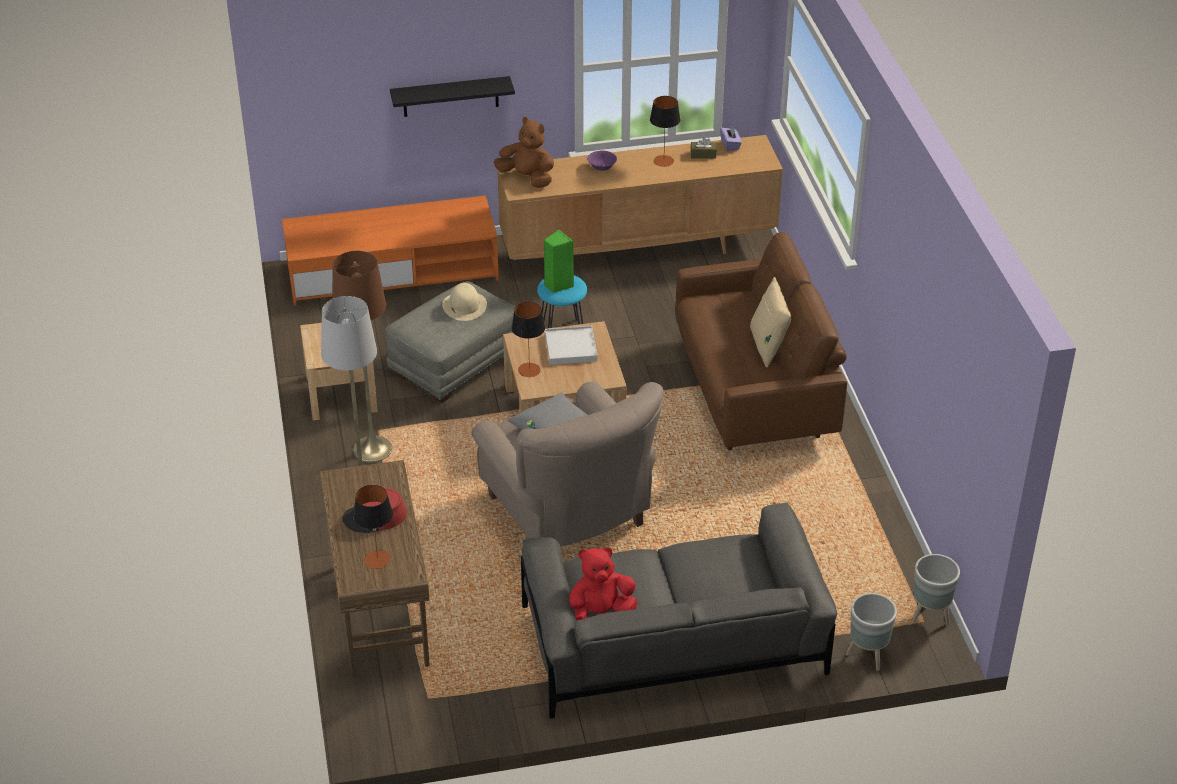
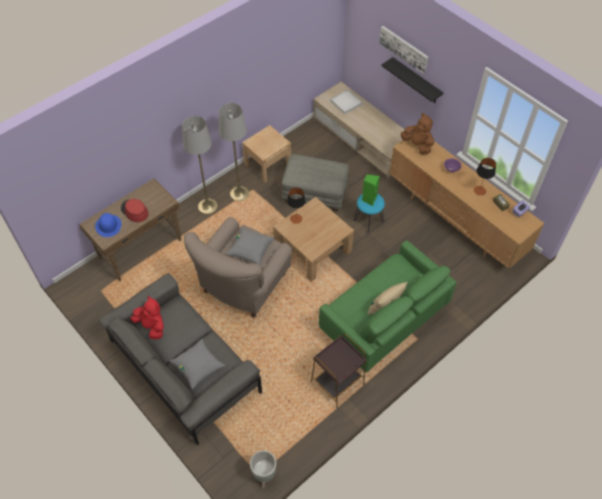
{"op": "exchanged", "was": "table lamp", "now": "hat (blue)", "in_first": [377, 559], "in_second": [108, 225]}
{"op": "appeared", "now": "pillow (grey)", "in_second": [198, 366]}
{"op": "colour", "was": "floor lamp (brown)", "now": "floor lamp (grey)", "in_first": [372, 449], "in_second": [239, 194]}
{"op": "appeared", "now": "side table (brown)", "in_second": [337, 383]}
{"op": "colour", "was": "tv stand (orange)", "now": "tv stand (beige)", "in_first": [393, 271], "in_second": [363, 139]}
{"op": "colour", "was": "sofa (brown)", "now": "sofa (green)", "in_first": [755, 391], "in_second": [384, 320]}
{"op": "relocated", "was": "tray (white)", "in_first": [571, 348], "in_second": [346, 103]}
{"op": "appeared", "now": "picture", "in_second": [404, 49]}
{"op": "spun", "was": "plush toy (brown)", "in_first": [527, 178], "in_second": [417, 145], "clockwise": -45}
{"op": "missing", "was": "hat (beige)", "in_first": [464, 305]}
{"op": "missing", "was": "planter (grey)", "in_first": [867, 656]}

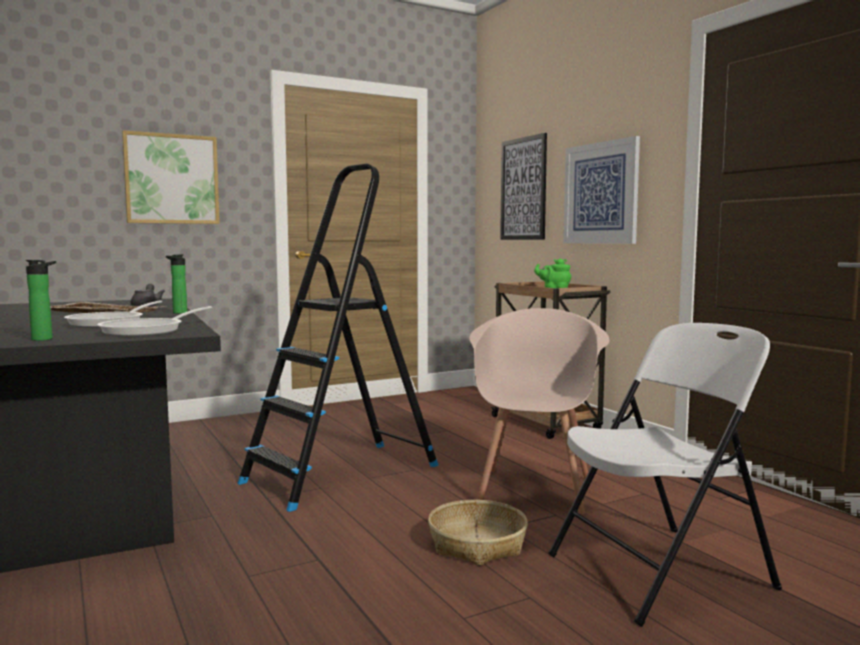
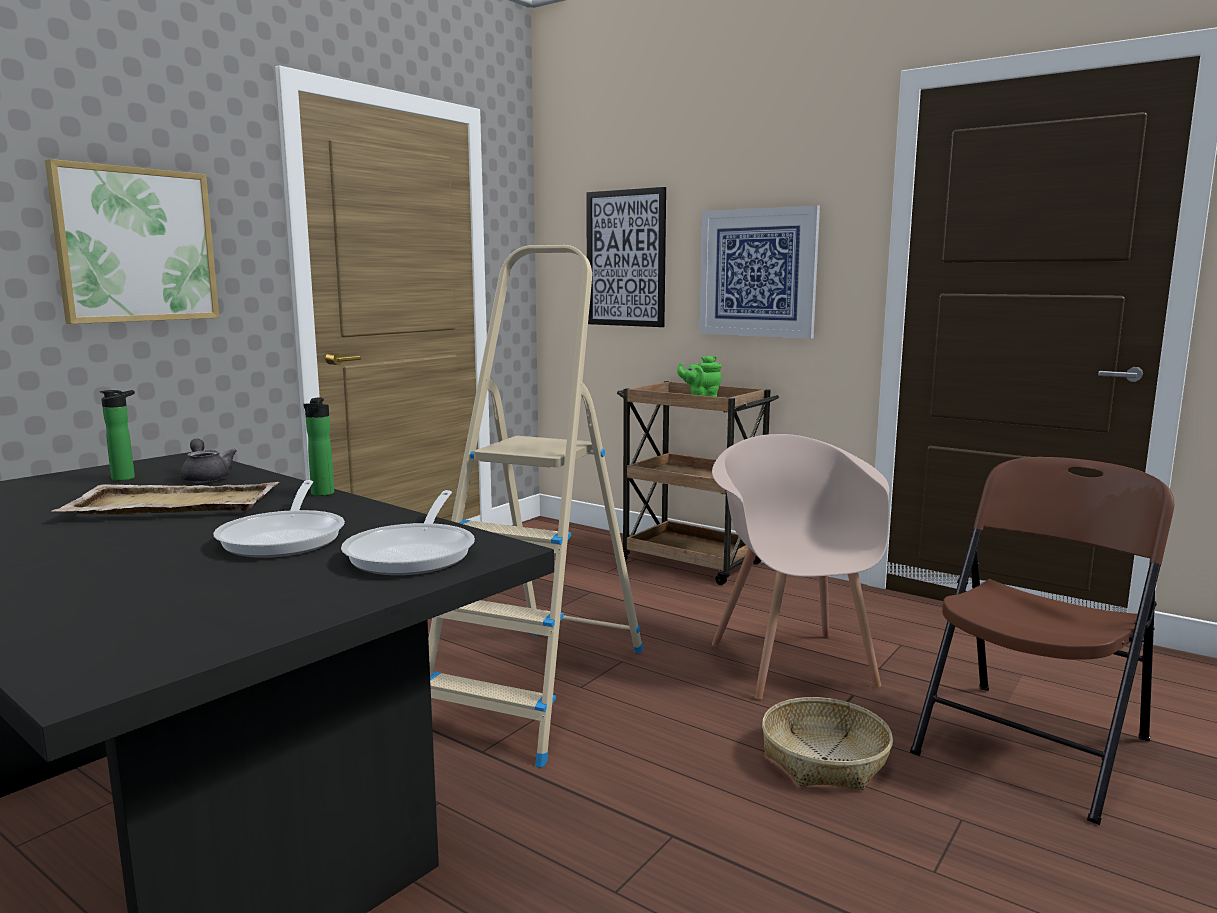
{"op": "relocated", "was": "bottle", "in_first": [45, 339], "in_second": [127, 478]}
{"op": "colour", "was": "step ladder (black)", "now": "step ladder (beige)", "in_first": [340, 474], "in_second": [537, 689]}
{"op": "colour", "was": "chair (white)", "now": "chair (brown)", "in_first": [659, 571], "in_second": [1032, 747]}

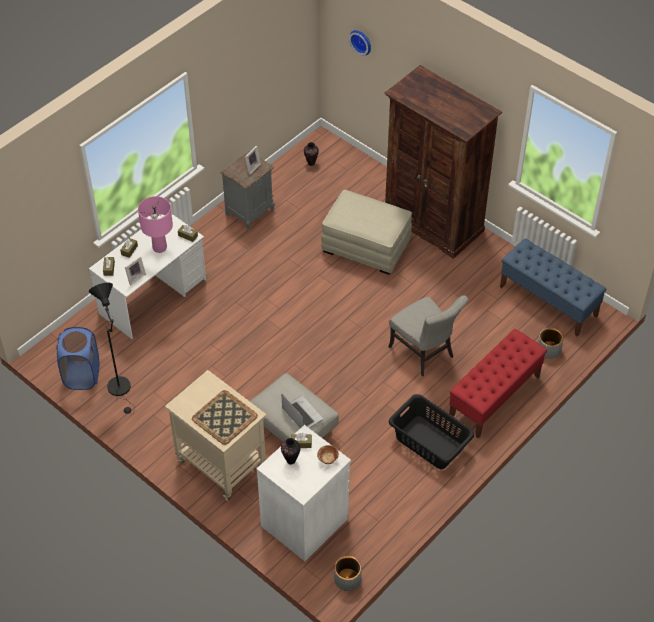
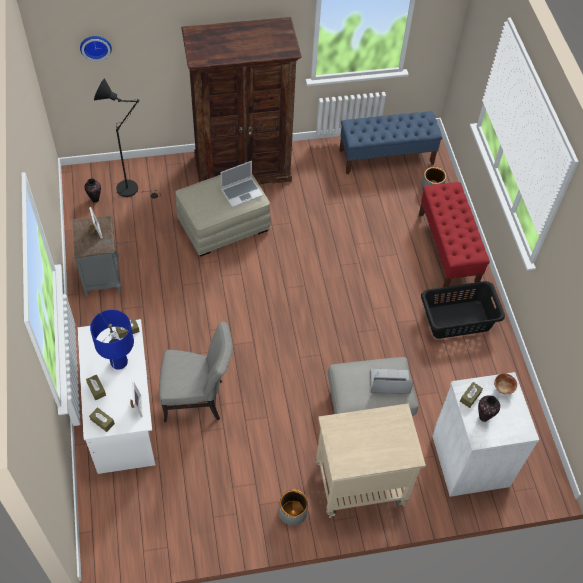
{"op": "colour", "was": "table lamp (pink)", "now": "table lamp (blue)", "in_first": [160, 247], "in_second": [119, 362]}
{"op": "relocated", "was": "floor lamp (black)", "in_first": [121, 390], "in_second": [131, 189]}
{"op": "relocated", "was": "chair (grey)", "in_first": [424, 353], "in_second": [198, 399]}
{"op": "appeared", "now": "laptop", "in_second": [242, 192]}
{"op": "relocated", "was": "planter (grey)", "in_first": [347, 579], "in_second": [292, 512]}
{"op": "missing", "was": "laundry basket (blue)", "in_first": [82, 375]}
{"op": "missing", "was": "tray", "in_first": [224, 417]}

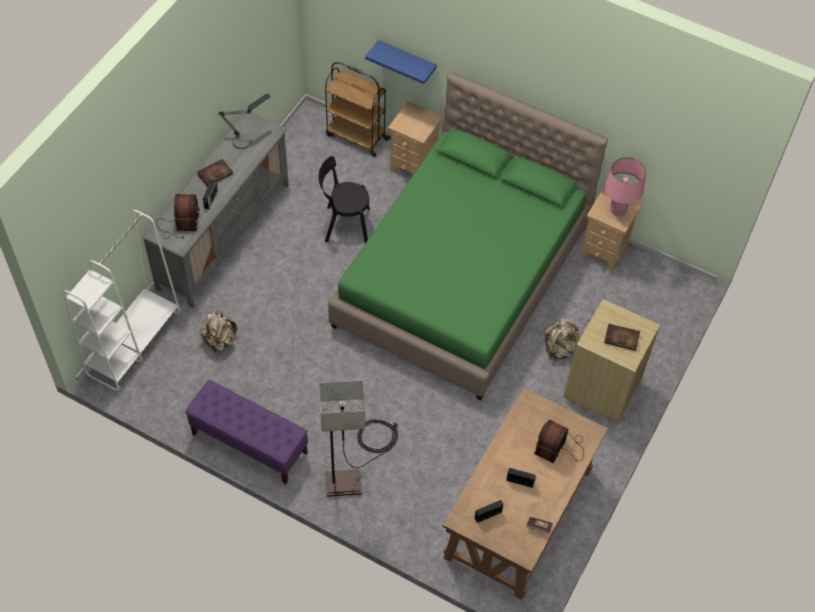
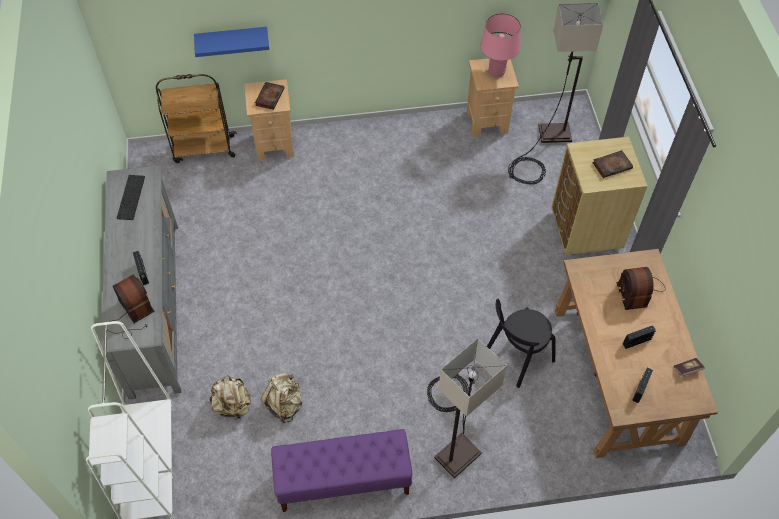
{"op": "exchanged", "was": "table lamp", "now": "keyboard", "in_first": [247, 139], "in_second": [130, 197]}
{"op": "relocated", "was": "book", "in_first": [215, 173], "in_second": [270, 96]}
{"op": "relocated", "was": "backpack (beige)", "in_first": [559, 348], "in_second": [285, 404]}
{"op": "relocated", "was": "chair (black)", "in_first": [344, 224], "in_second": [517, 357]}
{"op": "appeared", "now": "floor lamp", "in_second": [539, 153]}
{"op": "missing", "was": "bed (green)", "in_first": [462, 275]}

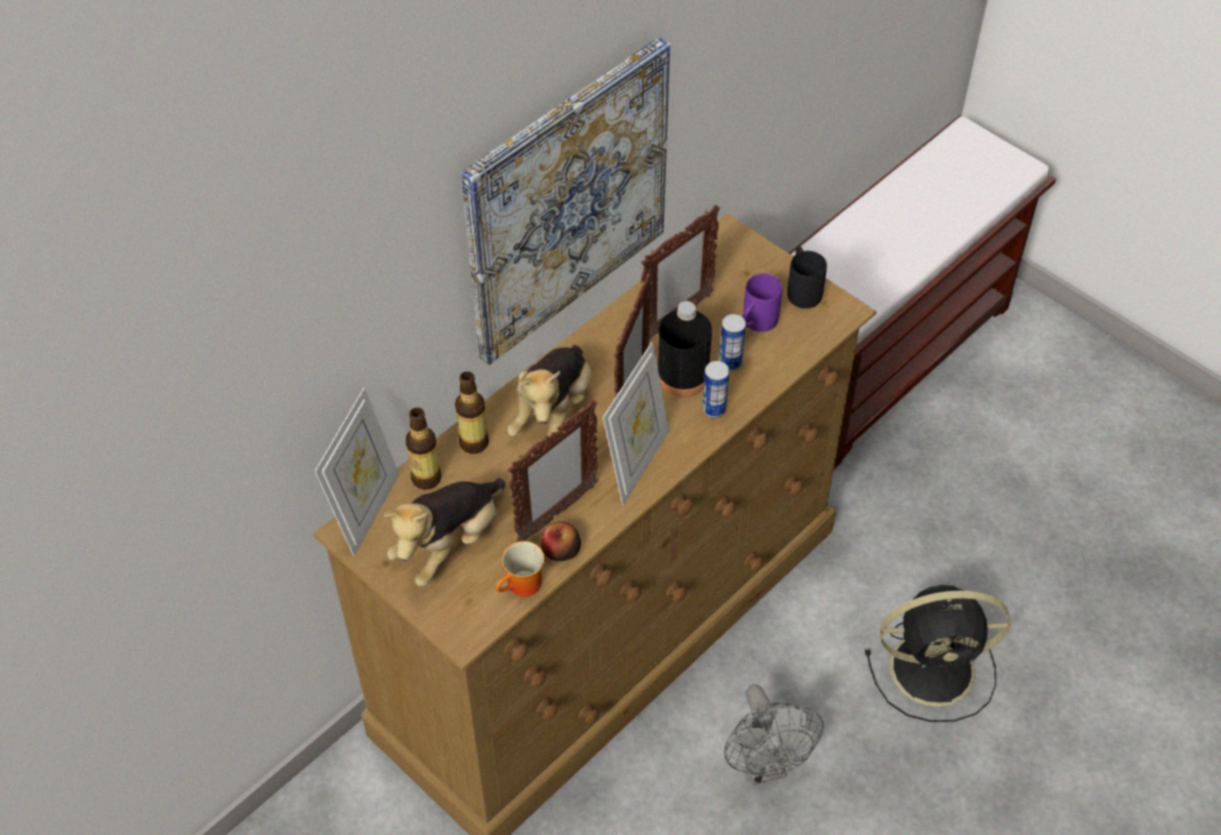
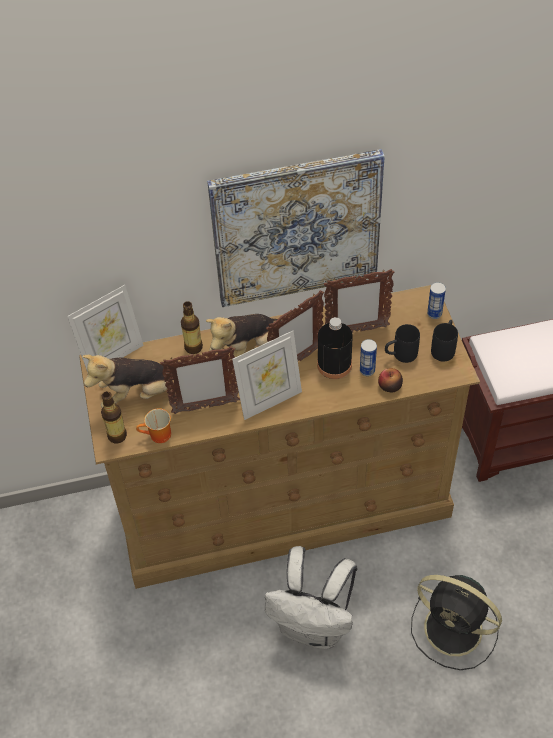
{"op": "relocated", "was": "bottle", "in_first": [426, 478], "in_second": [117, 436]}
{"op": "exchanged", "was": "fan (grey)", "now": "backpack (white)", "in_first": [765, 765], "in_second": [314, 627]}
{"op": "relocated", "was": "apple", "in_first": [560, 550], "in_second": [389, 386]}
{"op": "colour", "was": "mug (purple)", "now": "mug (black)", "in_first": [755, 324], "in_second": [400, 355]}
{"op": "relocated", "was": "can", "in_first": [713, 409], "in_second": [434, 313]}

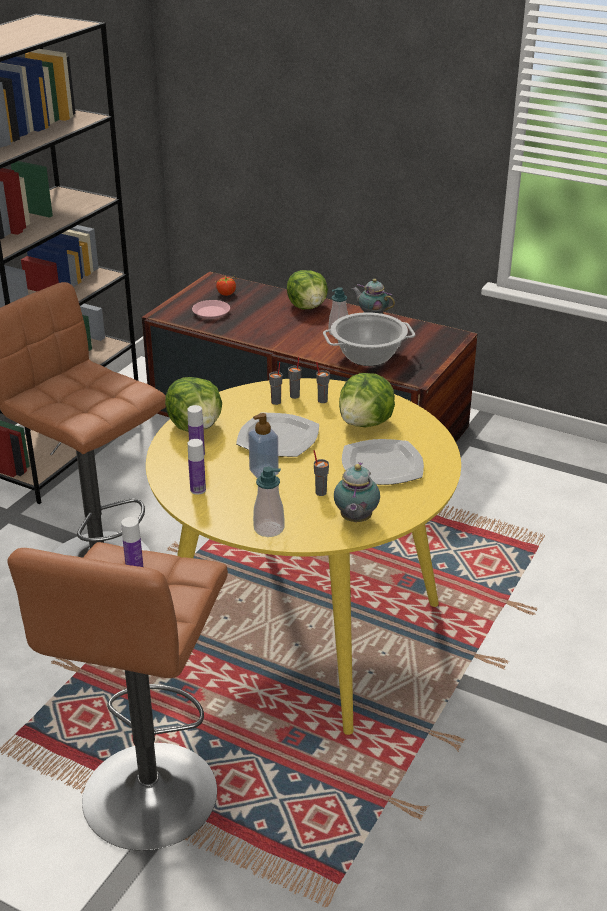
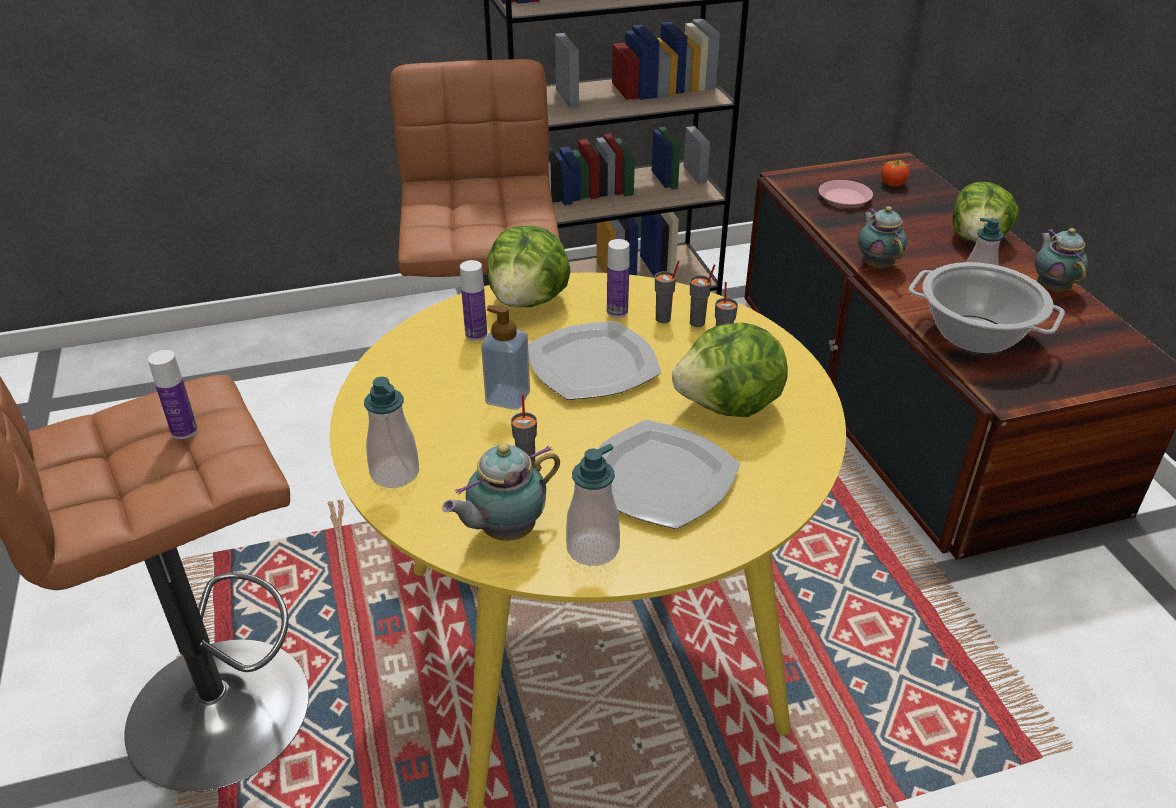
{"op": "appeared", "now": "soap dispenser", "in_second": [592, 548]}
{"op": "relocated", "was": "bottle", "in_first": [198, 490], "in_second": [617, 311]}
{"op": "appeared", "now": "teapot", "in_second": [876, 265]}

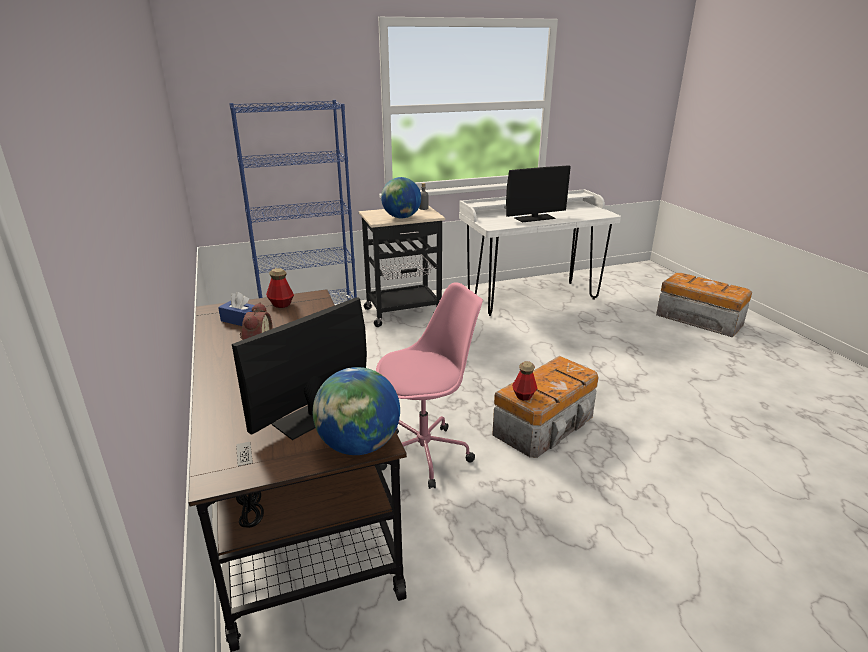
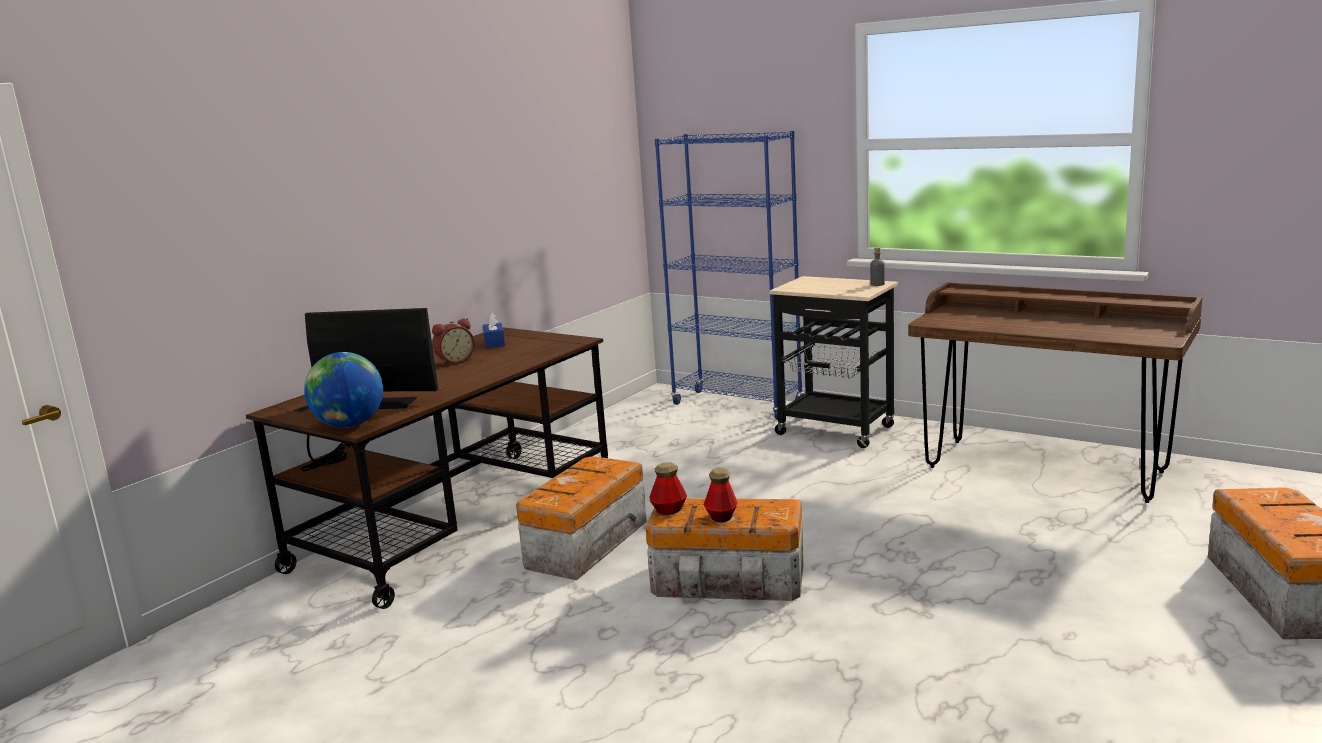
{"op": "exchanged", "was": "office chair (pink)", "now": "storage box", "in_first": [427, 454], "in_second": [584, 545]}
{"op": "relocated", "was": "bottle", "in_first": [281, 304], "in_second": [721, 517]}
{"op": "colour", "was": "desk (white)", "now": "desk (brown)", "in_first": [532, 298], "in_second": [1044, 469]}
{"op": "missing", "was": "globe", "in_first": [401, 217]}
{"op": "missing", "was": "monitor", "in_first": [534, 218]}

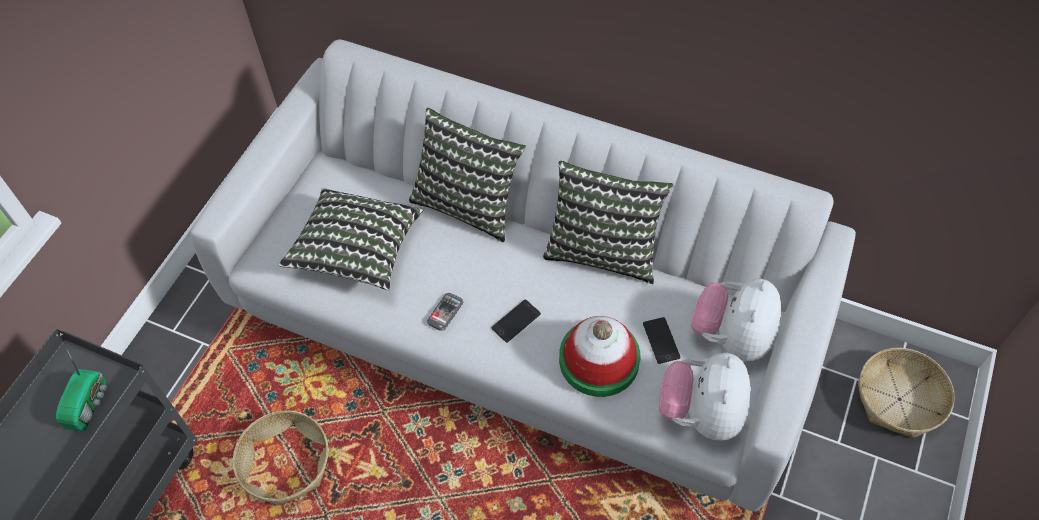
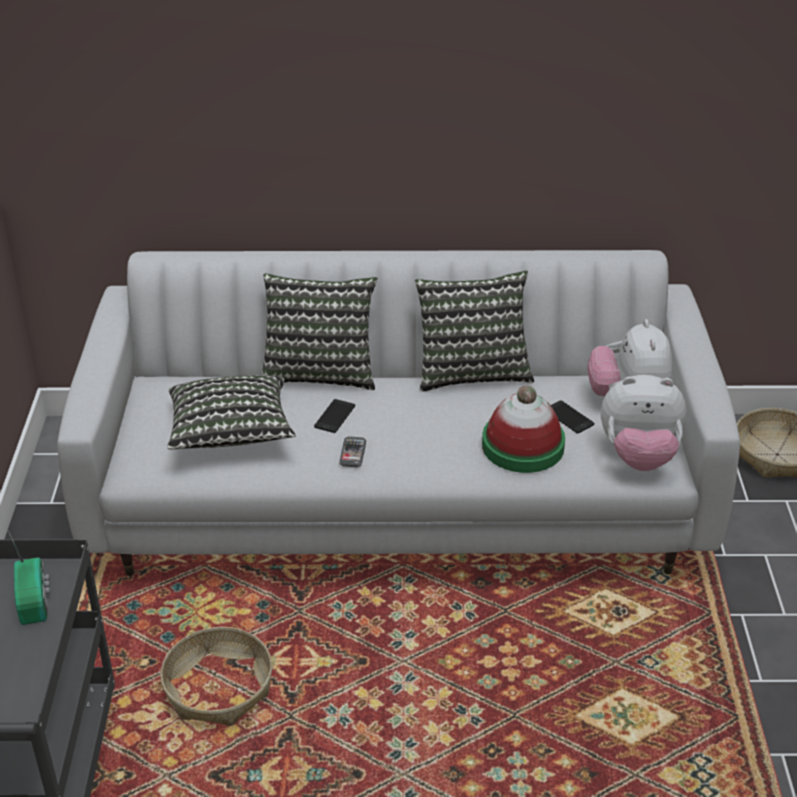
{"op": "relocated", "was": "phone", "in_first": [516, 321], "in_second": [335, 416]}
{"op": "spun", "was": "plush toy", "in_first": [701, 413], "in_second": [639, 456], "clockwise": -75}

